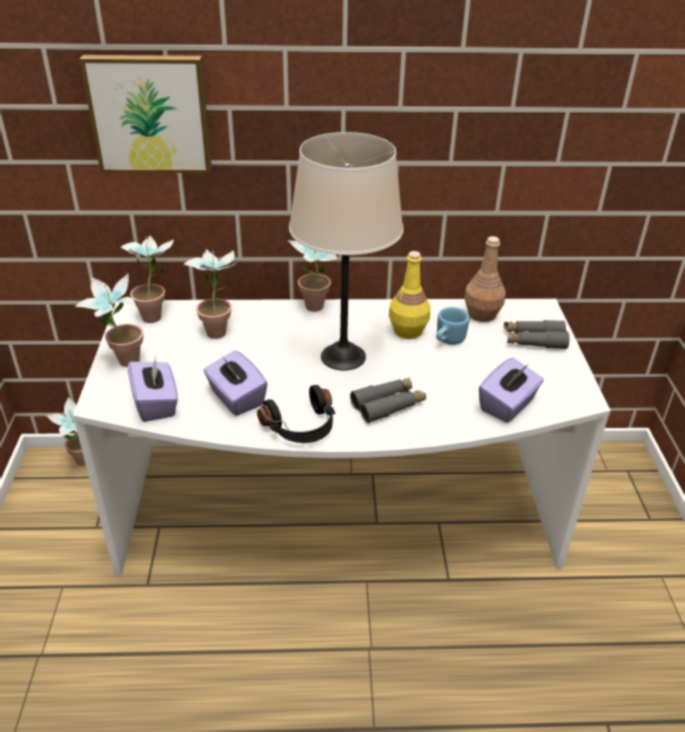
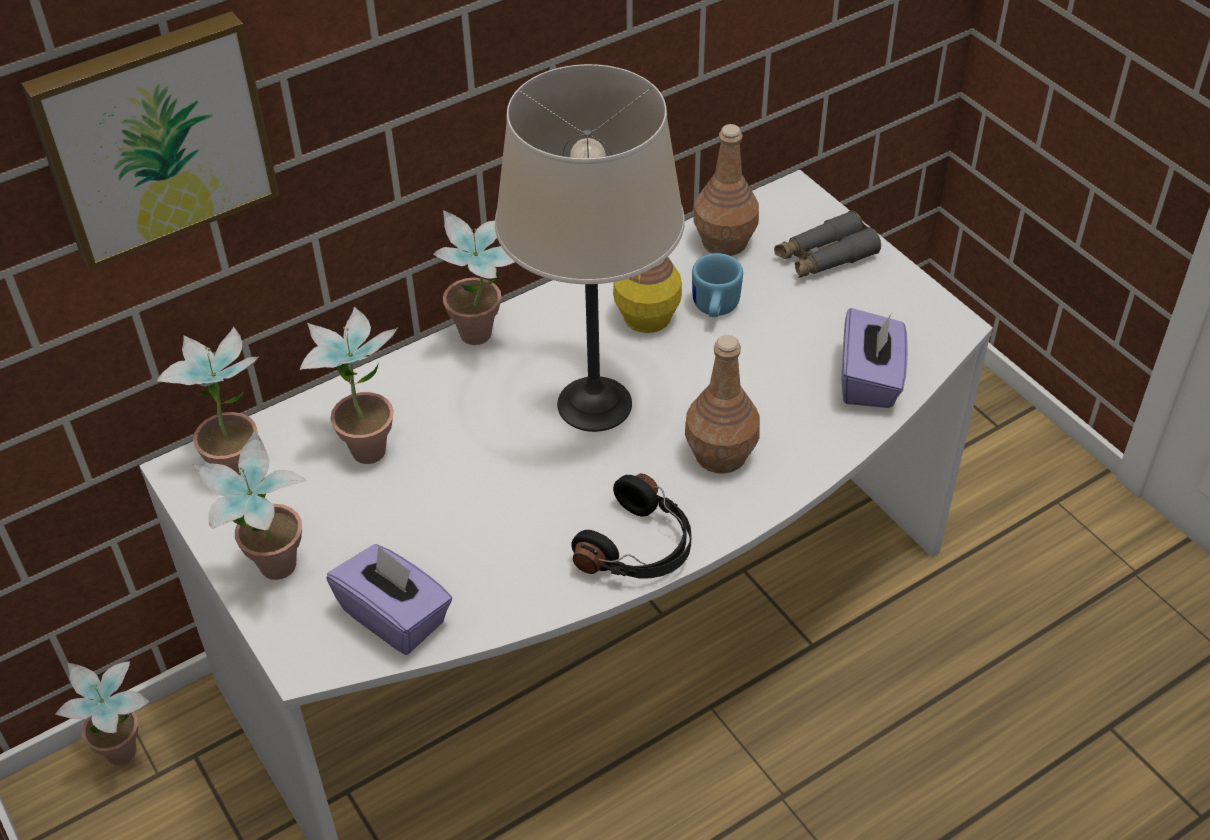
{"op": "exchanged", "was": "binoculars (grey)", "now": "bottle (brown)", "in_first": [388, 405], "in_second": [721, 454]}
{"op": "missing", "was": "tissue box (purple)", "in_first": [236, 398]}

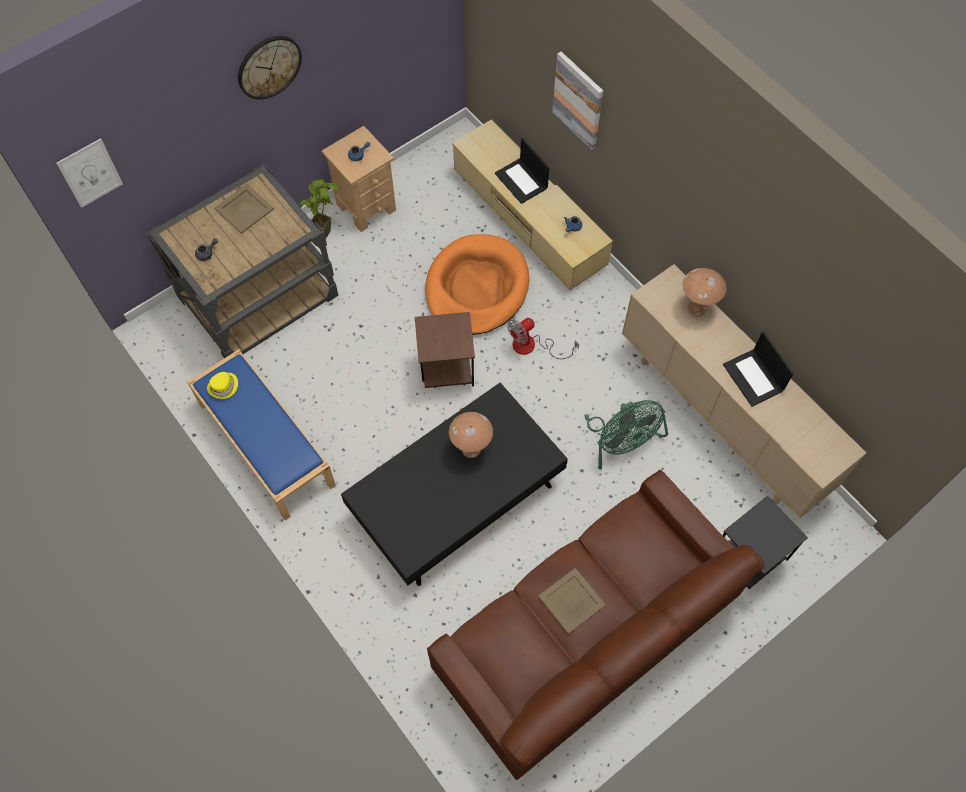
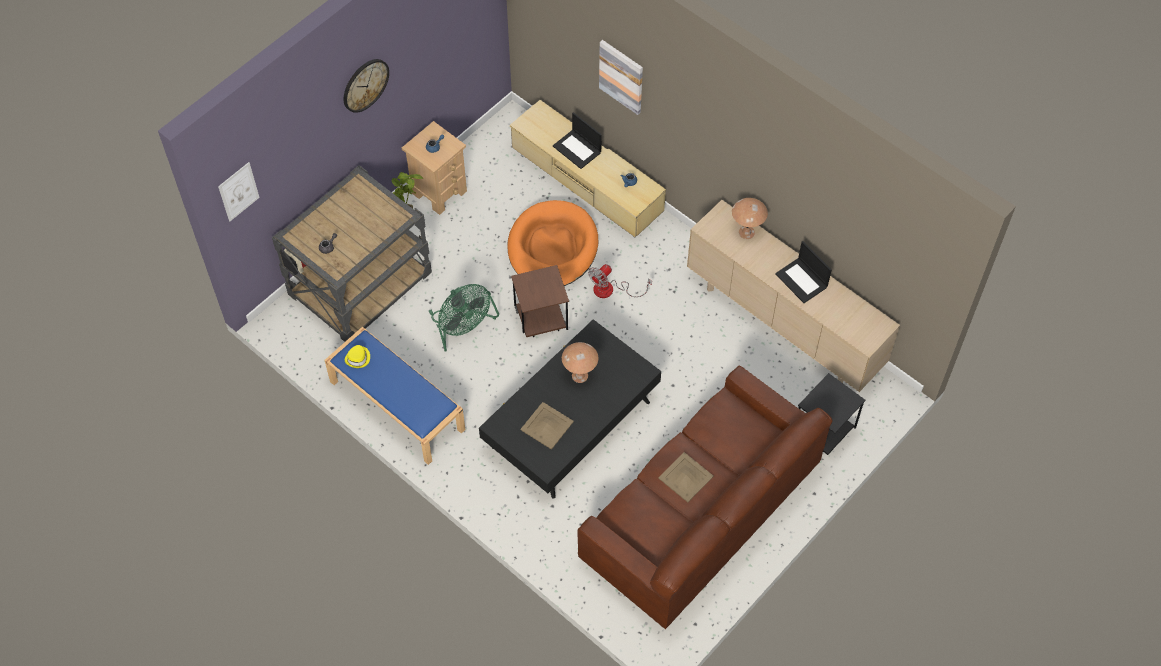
{"op": "relocated", "was": "fan (green)", "in_first": [620, 441], "in_second": [461, 327]}
{"op": "relocated", "was": "tray (beige)", "in_first": [243, 209], "in_second": [546, 426]}

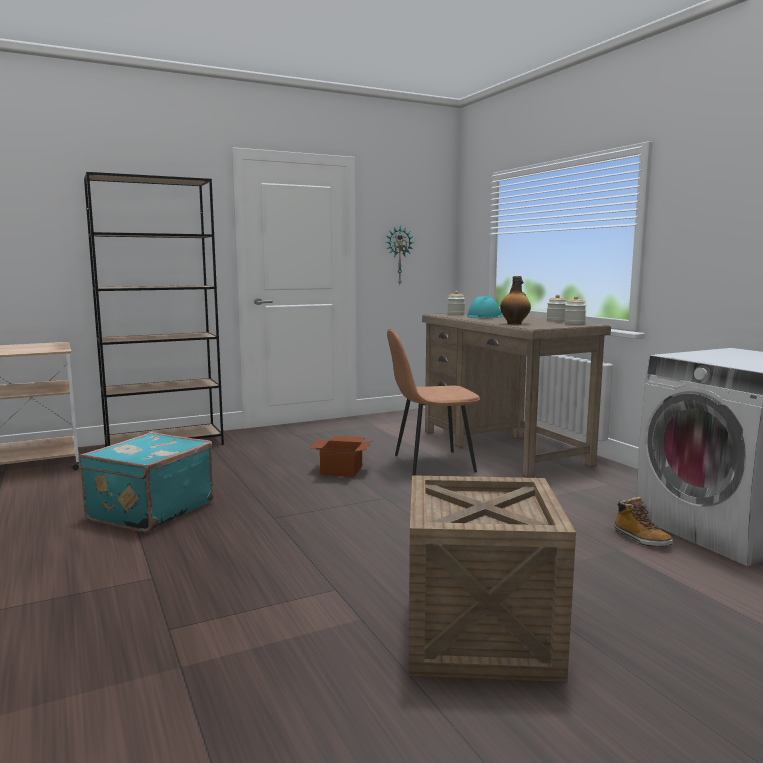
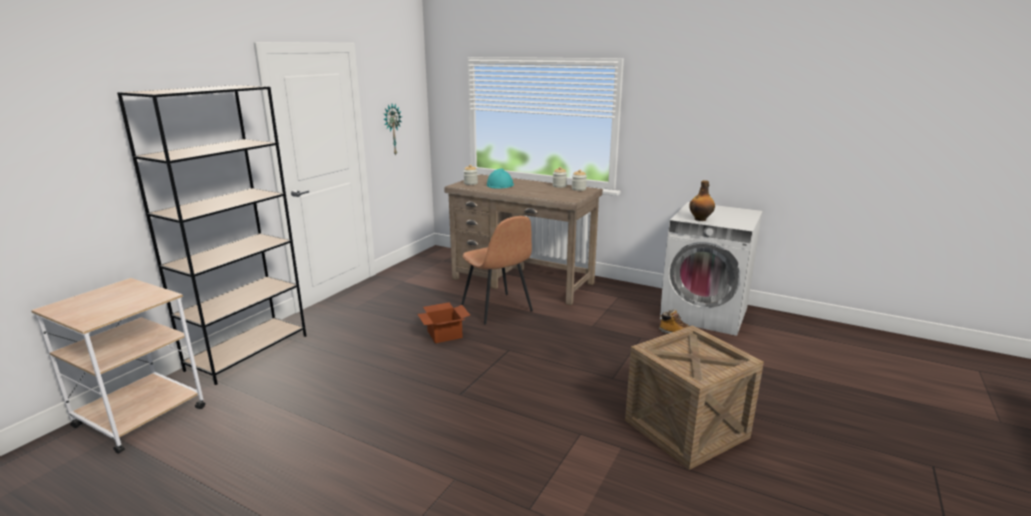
{"op": "spun", "was": "chair (brown)", "in_first": [431, 463], "in_second": [497, 309], "clockwise": -75}
{"op": "relocated", "was": "bottle", "in_first": [514, 323], "in_second": [700, 219]}
{"op": "missing", "was": "suitcase (turquoise)", "in_first": [149, 510]}

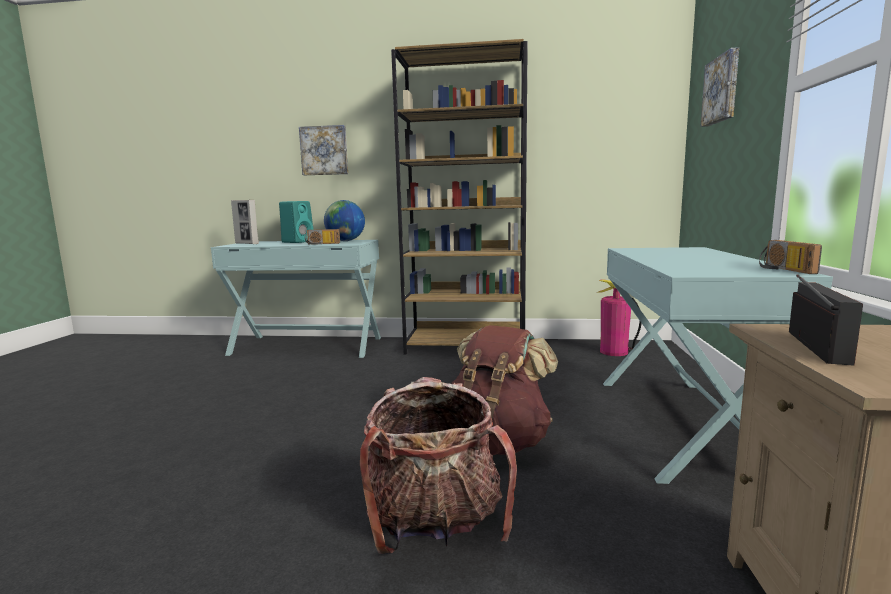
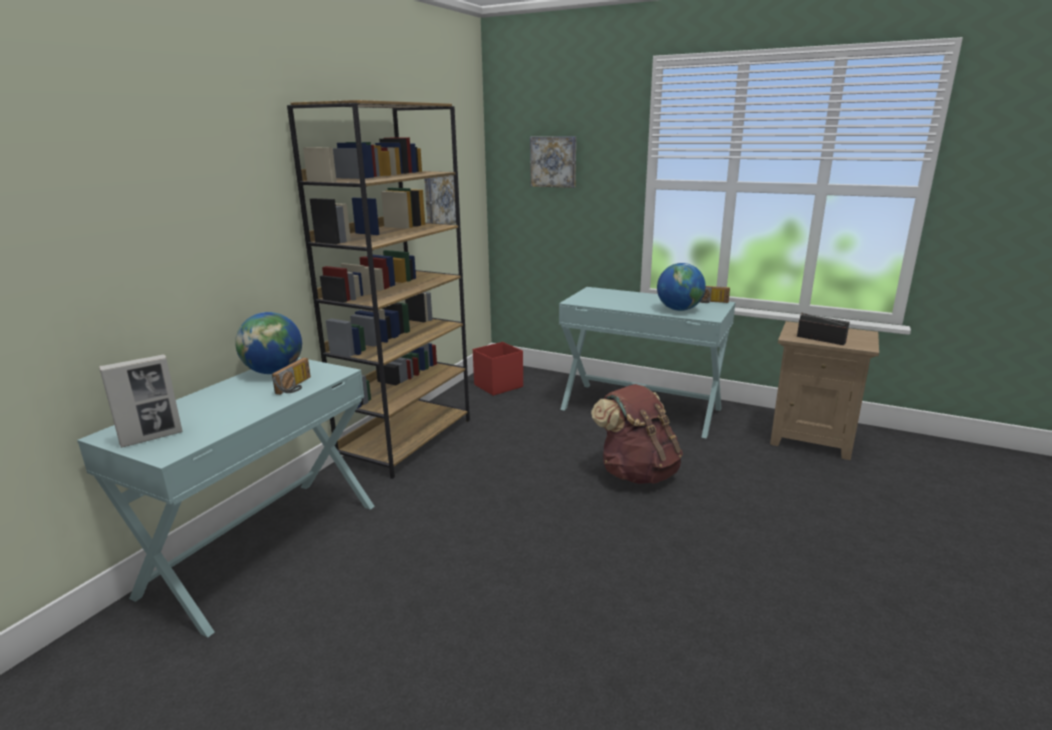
{"op": "relocated", "was": "picture", "in_first": [324, 150], "in_second": [440, 199]}
{"op": "exchanged", "was": "fire extinguisher", "now": "storage box (red)", "in_first": [613, 352], "in_second": [497, 386]}
{"op": "appeared", "now": "globe", "in_second": [679, 309]}
{"op": "missing", "was": "speaker (turquoise)", "in_first": [298, 242]}
{"op": "missing", "was": "backpack", "in_first": [434, 528]}

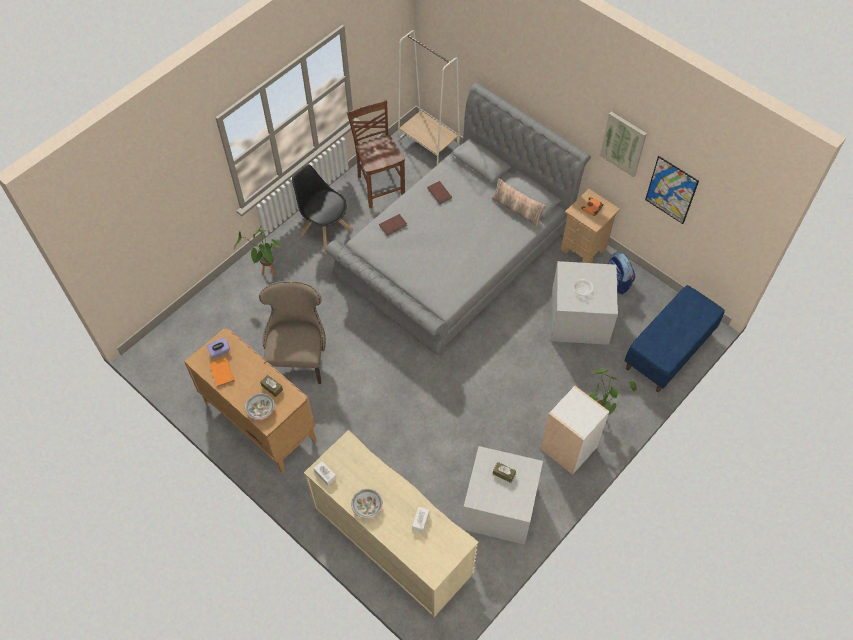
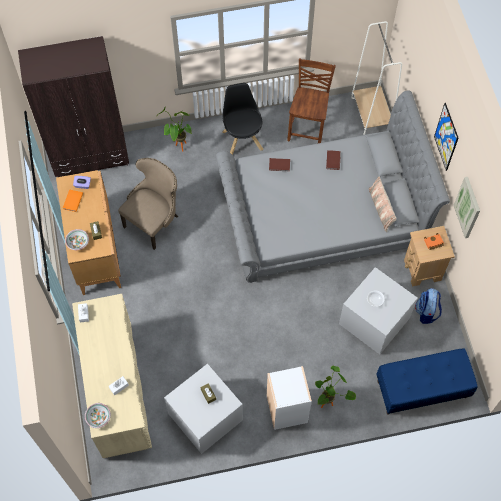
{"op": "appeared", "now": "wardrobe (brown)", "in_second": [90, 157]}
{"op": "relocated", "was": "bowl", "in_first": [367, 506], "in_second": [98, 417]}
{"op": "relocated", "was": "picture", "in_first": [671, 190], "in_second": [446, 137]}

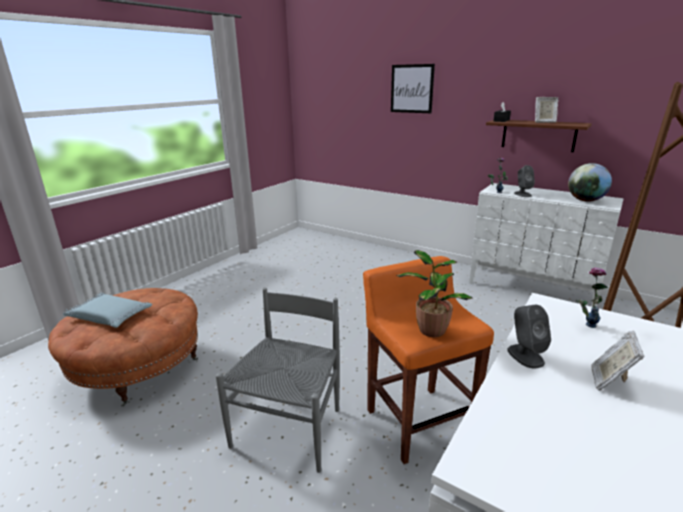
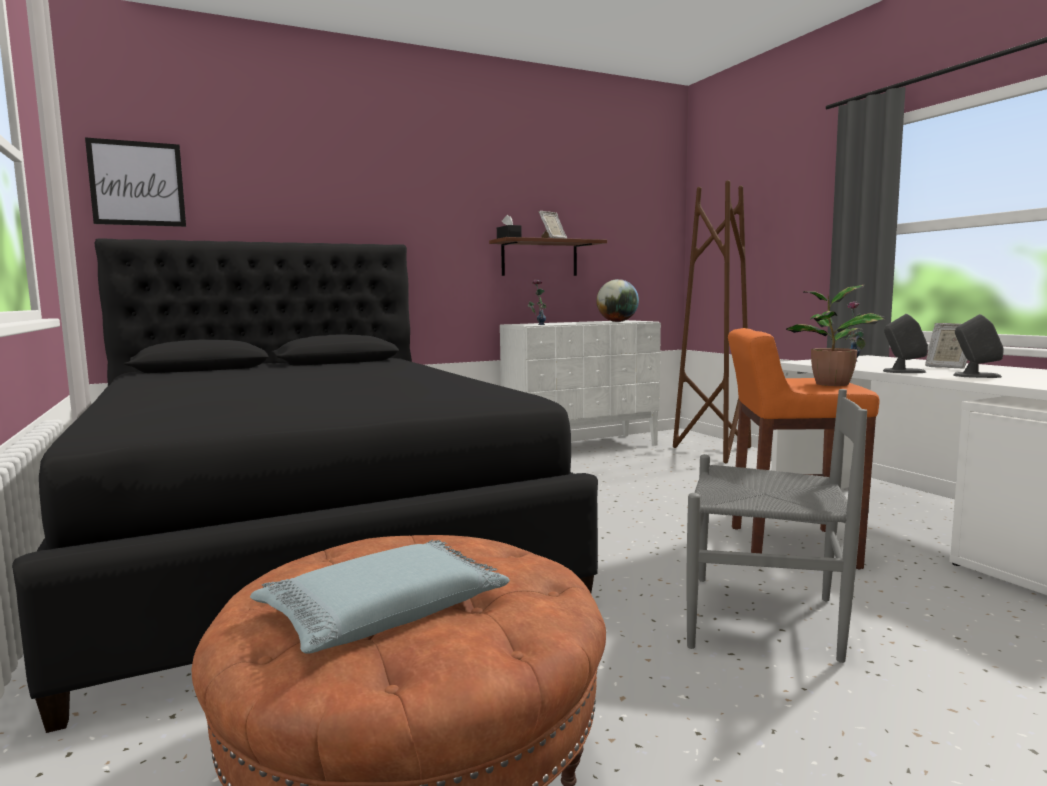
{"op": "appeared", "now": "bed (black)", "in_second": [308, 537]}
{"op": "relocated", "was": "picture", "in_first": [412, 89], "in_second": [137, 183]}
{"op": "spun", "was": "chair (grey)", "in_first": [290, 428], "in_second": [764, 620], "clockwise": 150}
{"op": "relocated", "was": "speaker (grey)", "in_first": [522, 194], "in_second": [976, 376]}

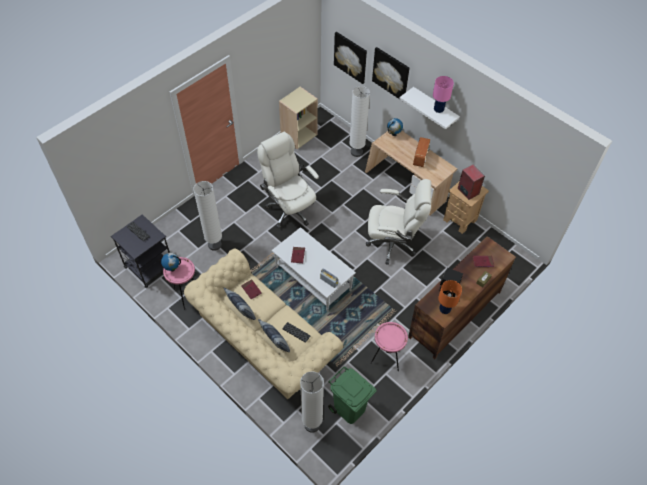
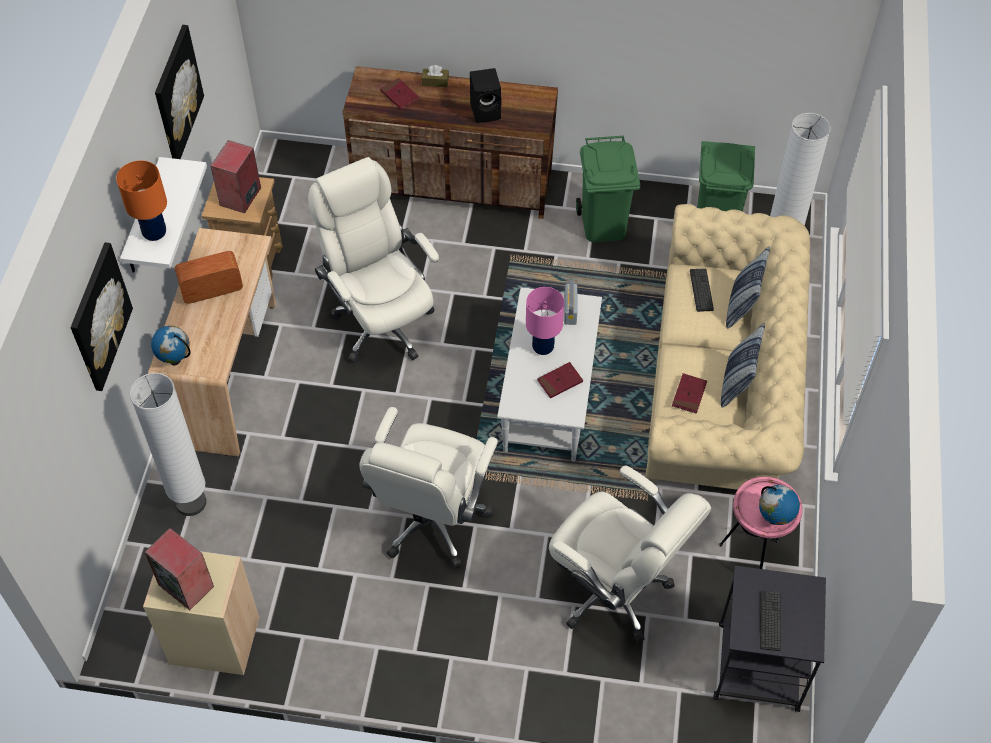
{"op": "relocated", "was": "table lamp (orange)", "in_first": [444, 310], "in_second": [155, 234]}
{"op": "appeared", "now": "speaker", "in_second": [187, 585]}
{"op": "relocated", "was": "picture", "in_first": [350, 57], "in_second": [177, 94]}
{"op": "relocated", "was": "table lamp (pink)", "in_first": [438, 110], "in_second": [543, 348]}
{"op": "exchanged", "was": "floor lamp (white)", "now": "office chair (white)", "in_first": [214, 245], "in_second": [615, 592]}
{"op": "exchanged", "was": "side table (pink)", "now": "trash can (green)", "in_first": [386, 359], "in_second": [602, 224]}

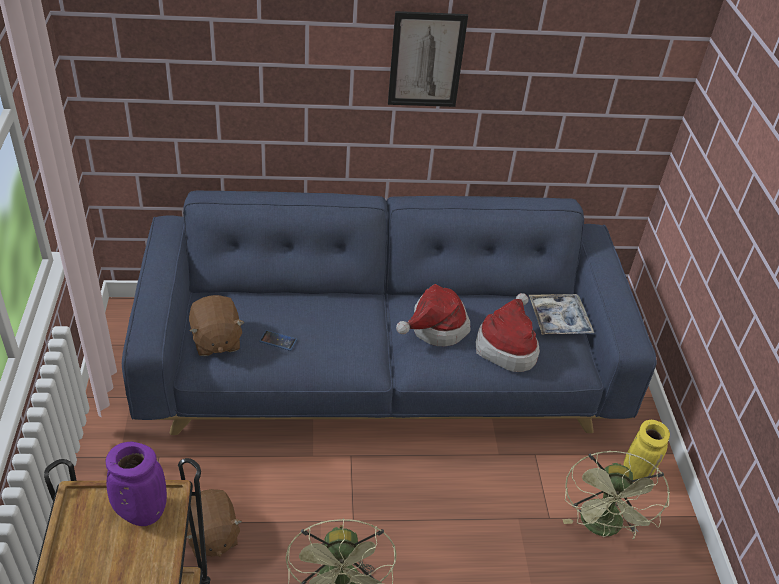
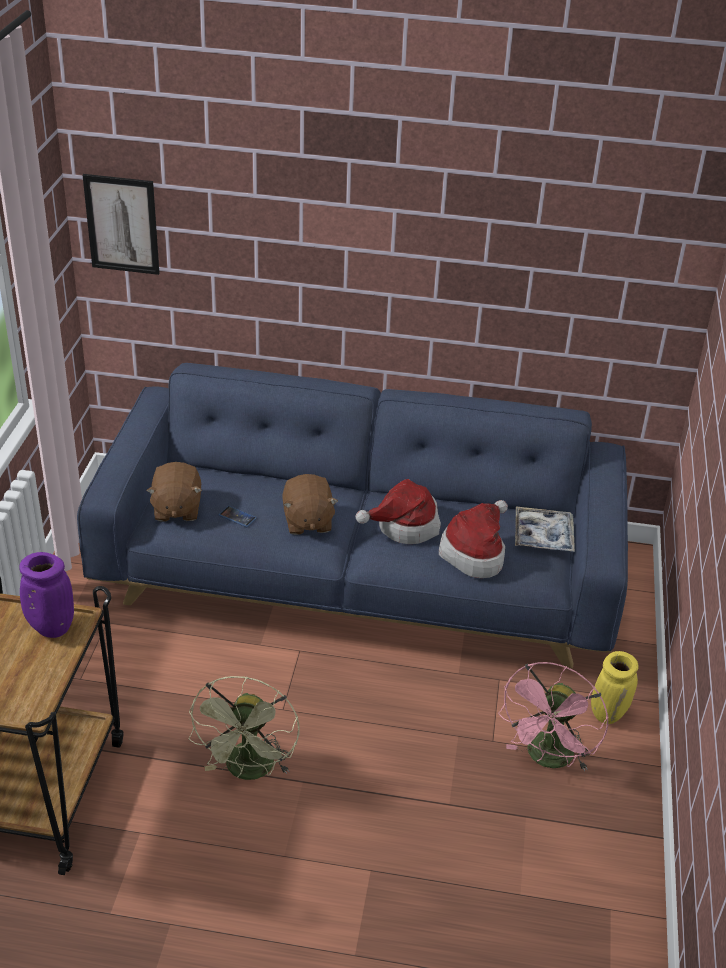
{"op": "relocated", "was": "picture", "in_first": [426, 60], "in_second": [122, 224]}
{"op": "relocated", "was": "plush toy (brown)", "in_first": [211, 535], "in_second": [307, 521]}
{"op": "colour", "was": "fan (green)", "now": "fan (pink)", "in_first": [602, 527], "in_second": [548, 759]}

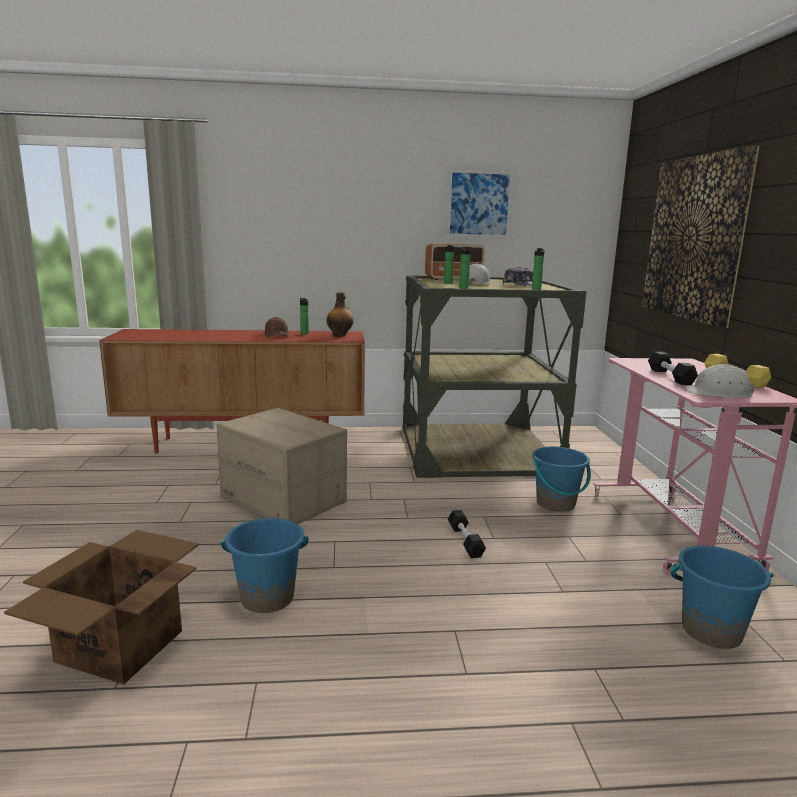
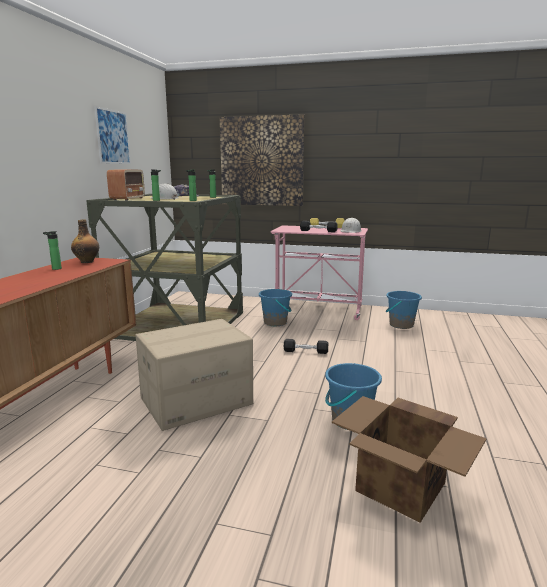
{"op": "missing", "was": "cap (brown)", "in_first": [276, 334]}

